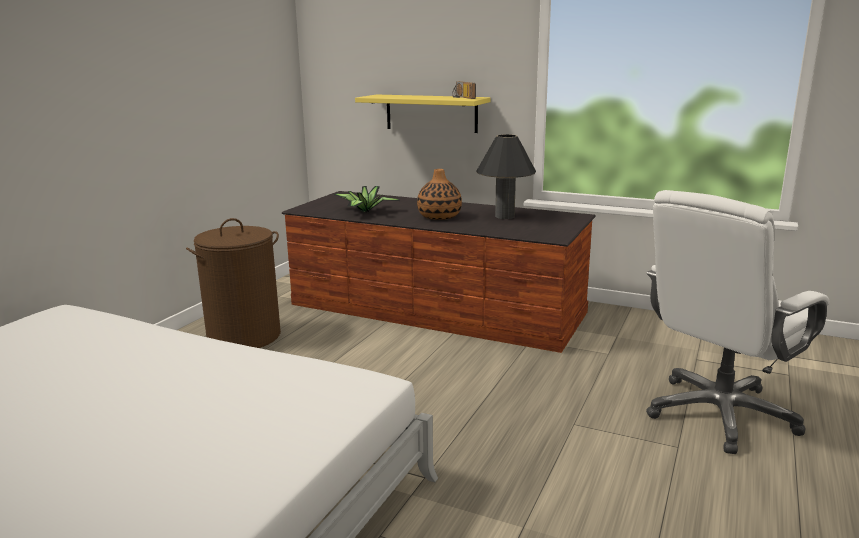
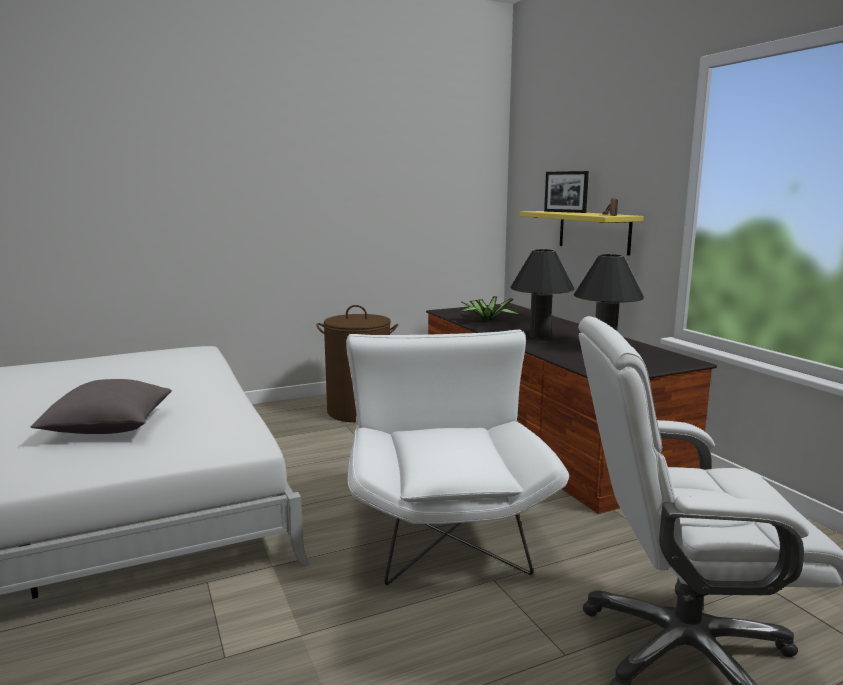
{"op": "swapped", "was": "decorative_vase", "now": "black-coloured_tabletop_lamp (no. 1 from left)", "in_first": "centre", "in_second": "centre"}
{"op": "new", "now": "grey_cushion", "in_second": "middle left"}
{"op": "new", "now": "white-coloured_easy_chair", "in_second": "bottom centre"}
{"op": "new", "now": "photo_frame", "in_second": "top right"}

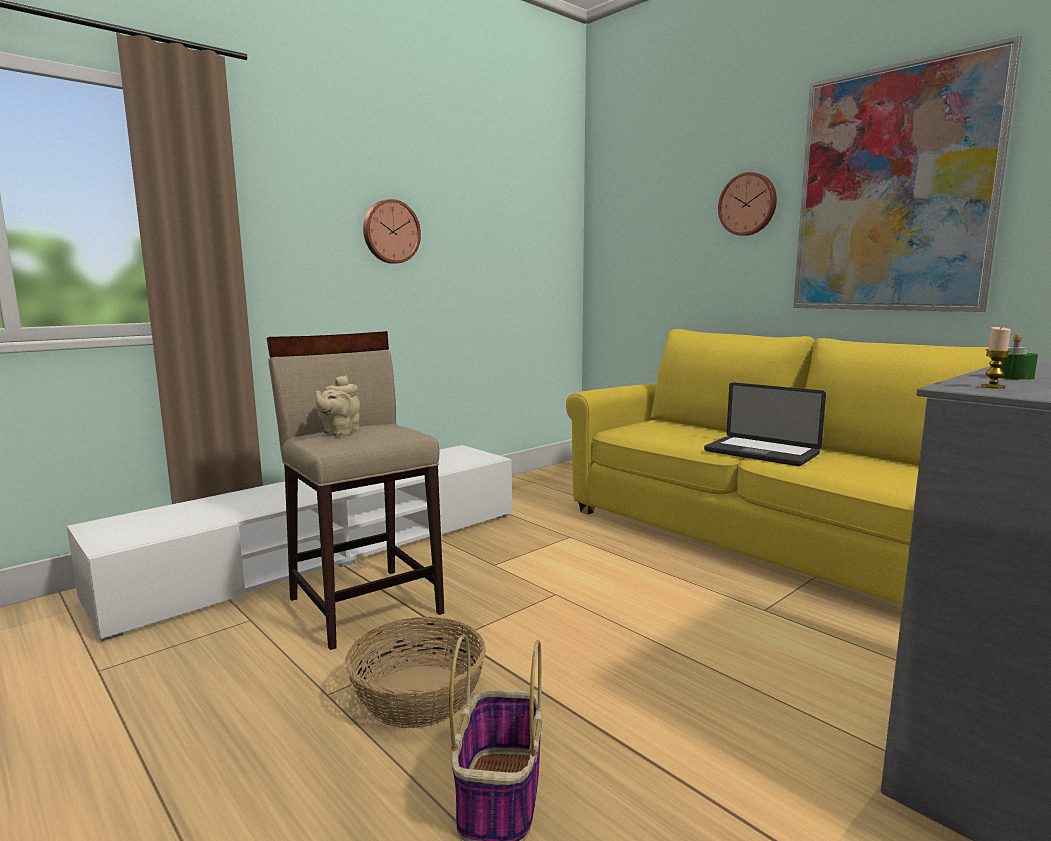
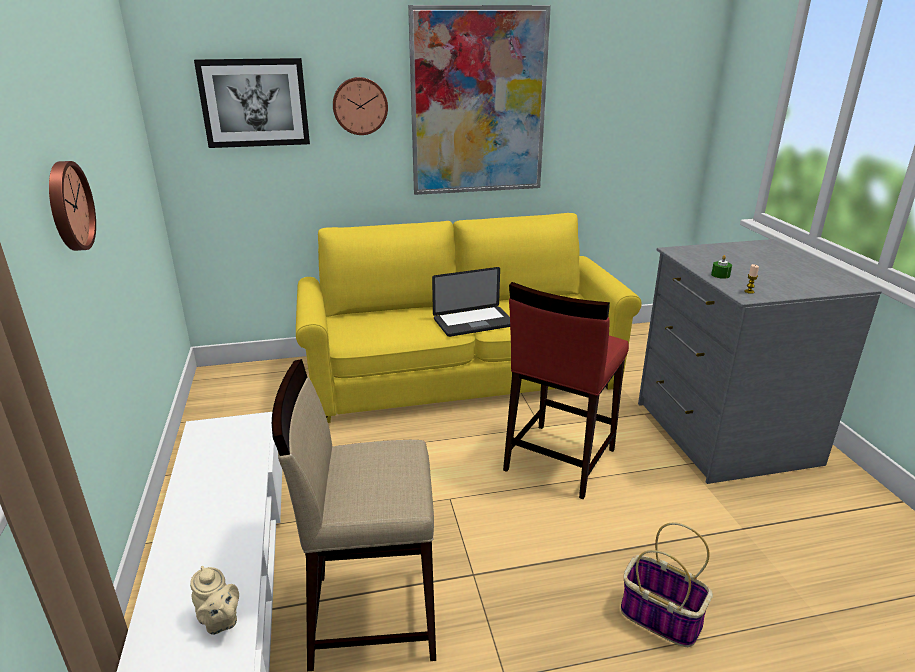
{"op": "shifted", "was": "sand-coloured_pot_for_tea", "in_first": "middle left", "in_second": "bottom left"}
{"op": "gone", "was": "basket (no. 1 from left)", "in_first": "bottom centre"}
{"op": "new", "now": "wall_picture (no. 1 from left)", "in_second": "top left"}
{"op": "new", "now": "reddish_stool", "in_second": "centre"}

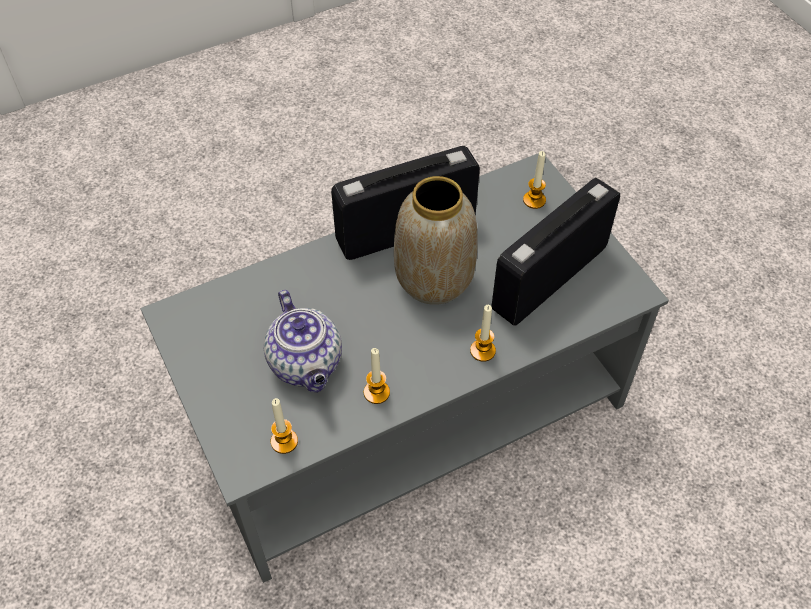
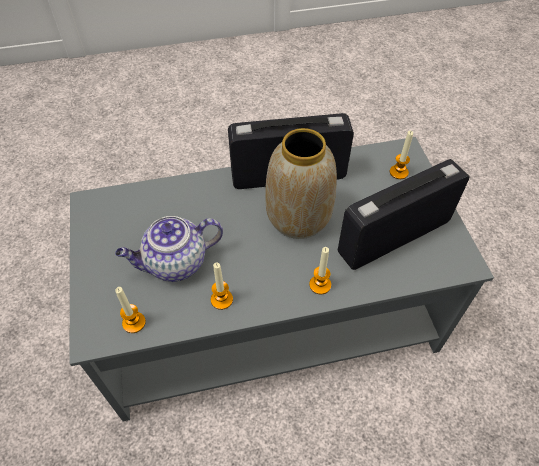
{"op": "rotated", "was": "pot_for_tea", "in_first": "centre", "in_second": "middle left", "clockwise": 75}

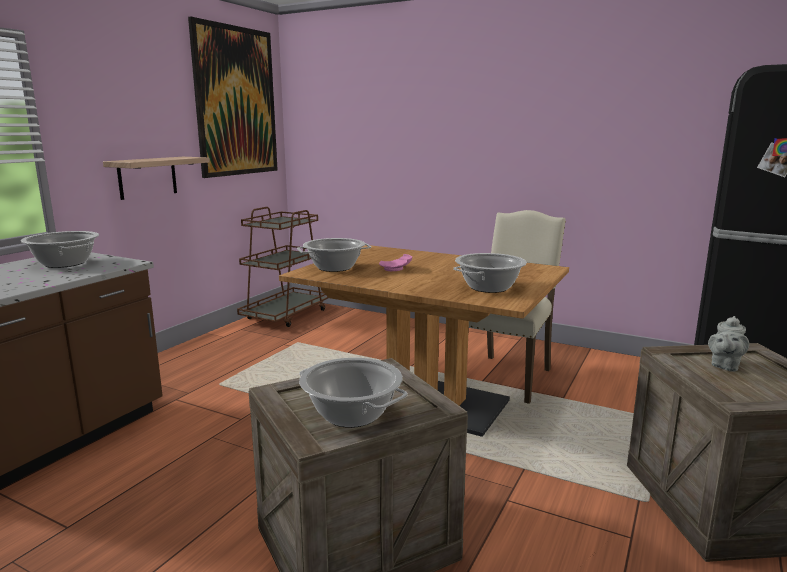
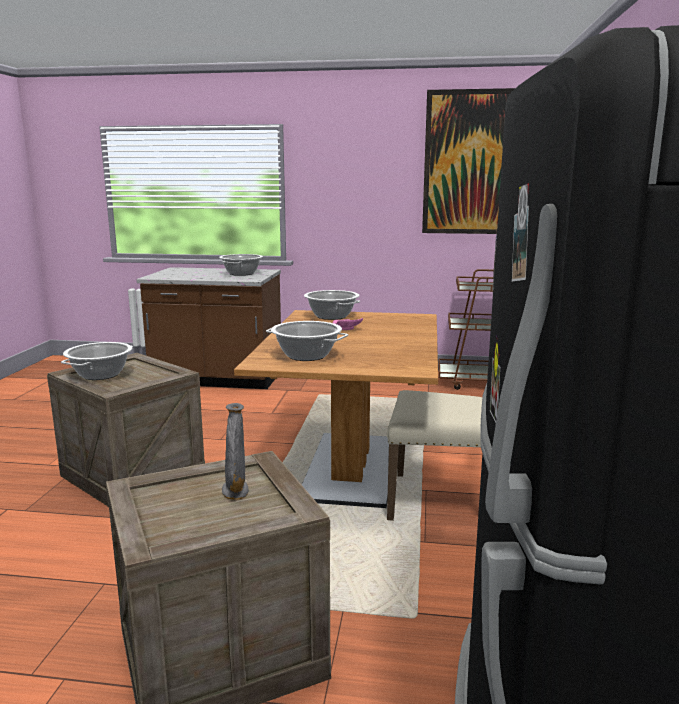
{"op": "gone", "was": "wall_shelf", "in_first": "top left"}
{"op": "swapped", "was": "grey_pot_for_tea", "now": "grey_decorative_vase", "in_first": "middle right", "in_second": "centre"}

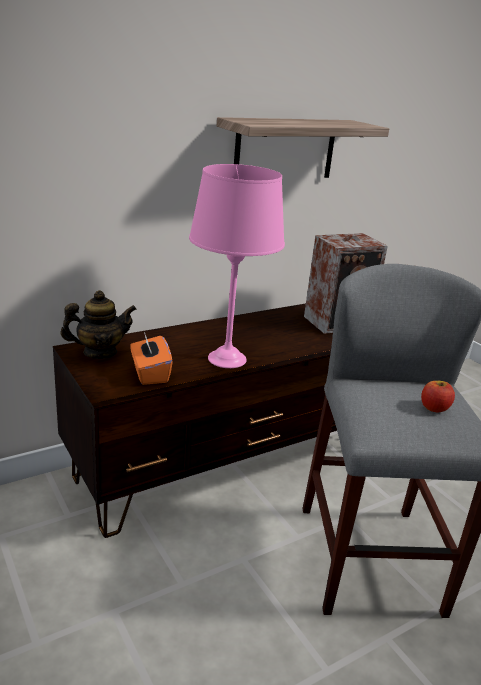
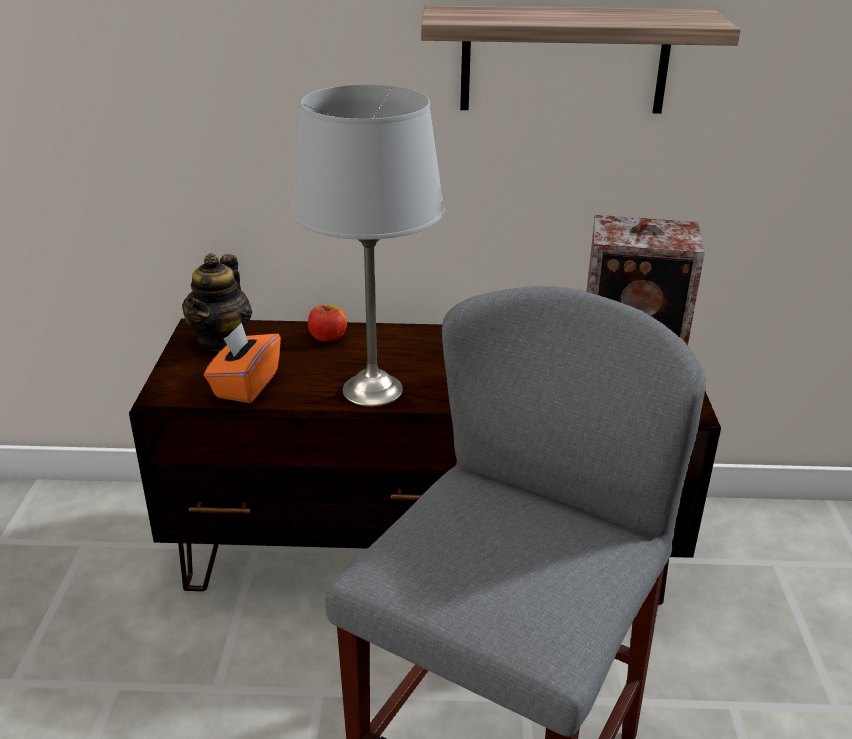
{"op": "rotated", "was": "pot_for_tea", "in_first": "middle left", "in_second": "middle left", "clockwise": 90}
{"op": "repainted", "was": "pink-coloured_tabletop_lamp", "now": "grey_tabletop_lamp", "in_first": "centre", "in_second": "top centre"}
{"op": "shifted", "was": "whole_apple", "in_first": "middle right", "in_second": "centre"}

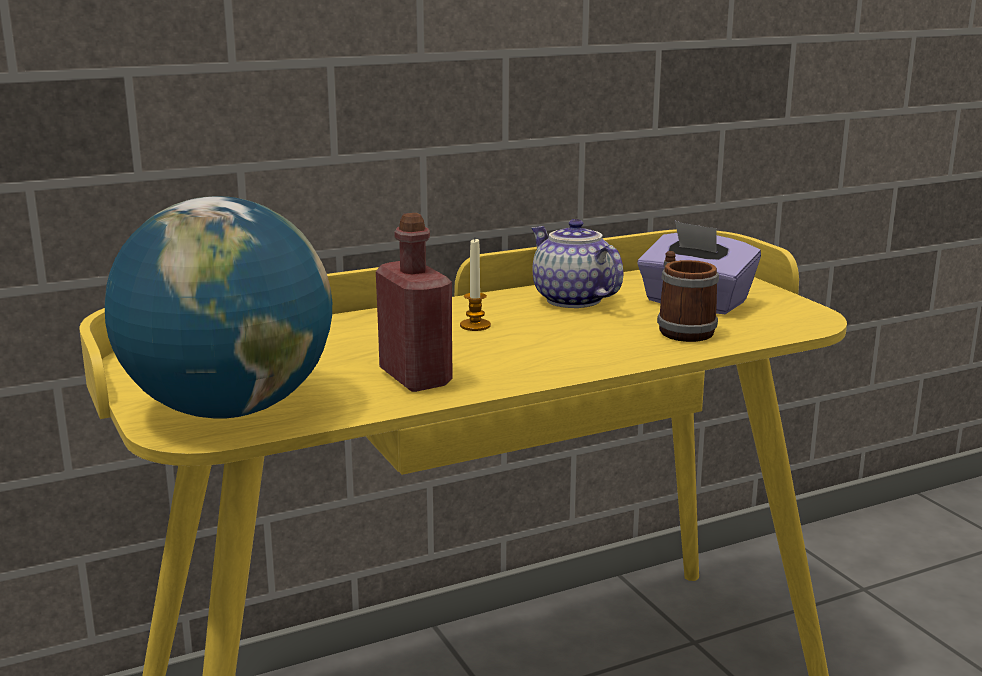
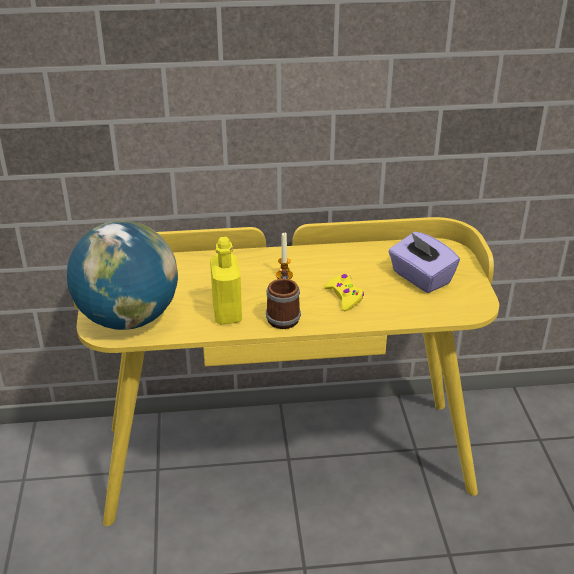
{"op": "repainted", "was": "reddish_beverage_bottle", "now": "yellow-coloured_beverage_bottle", "in_first": "centre", "in_second": "centre"}
{"op": "gone", "was": "pot_for_tea", "in_first": "centre"}
{"op": "shifted", "was": "coffee_mug", "in_first": "middle right", "in_second": "centre"}
{"op": "new", "now": "yellow-coloured_gamepad", "in_second": "centre"}

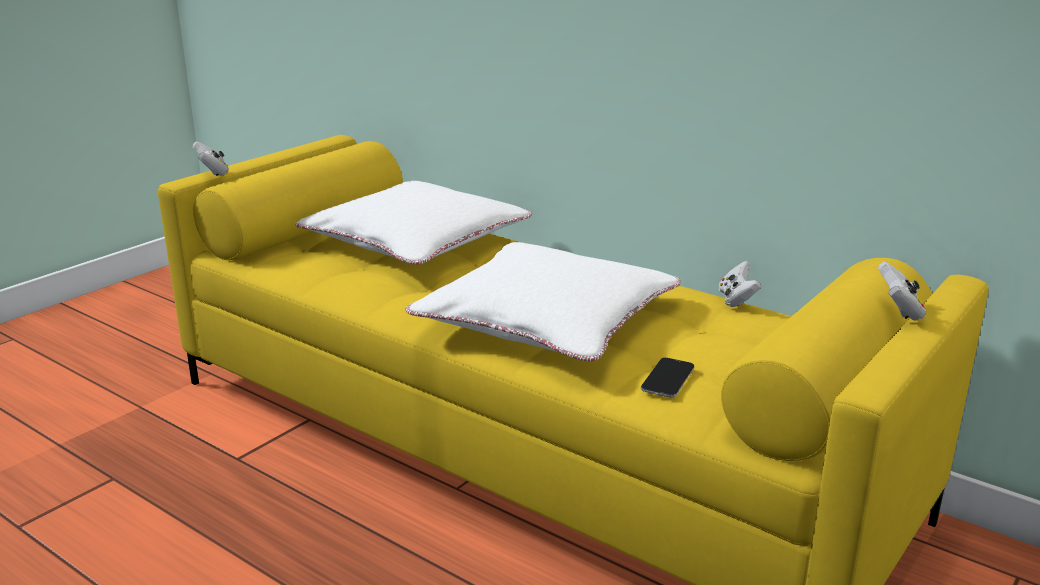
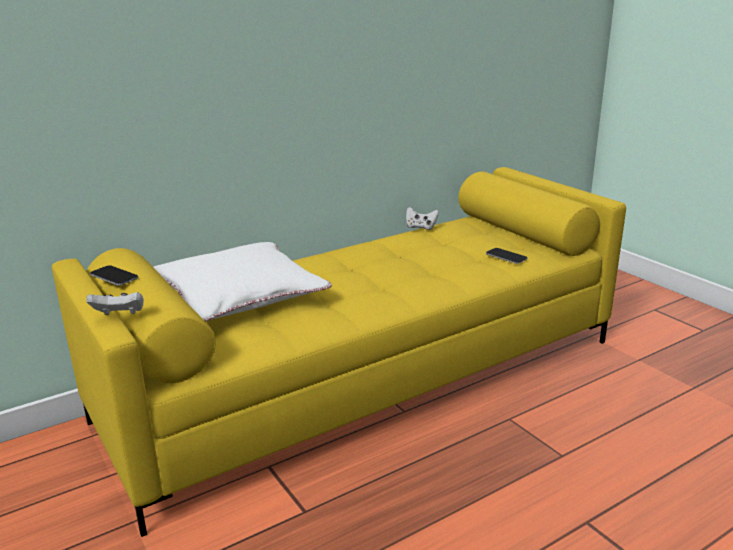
{"op": "gone", "was": "white-coloured_cushion (no. 2 from left)", "in_first": "centre"}
{"op": "gone", "was": "white-coloured_gamepad (no. 3 from left)", "in_first": "middle right"}
{"op": "new", "now": "phone (no. 1 from left)", "in_second": "middle left"}

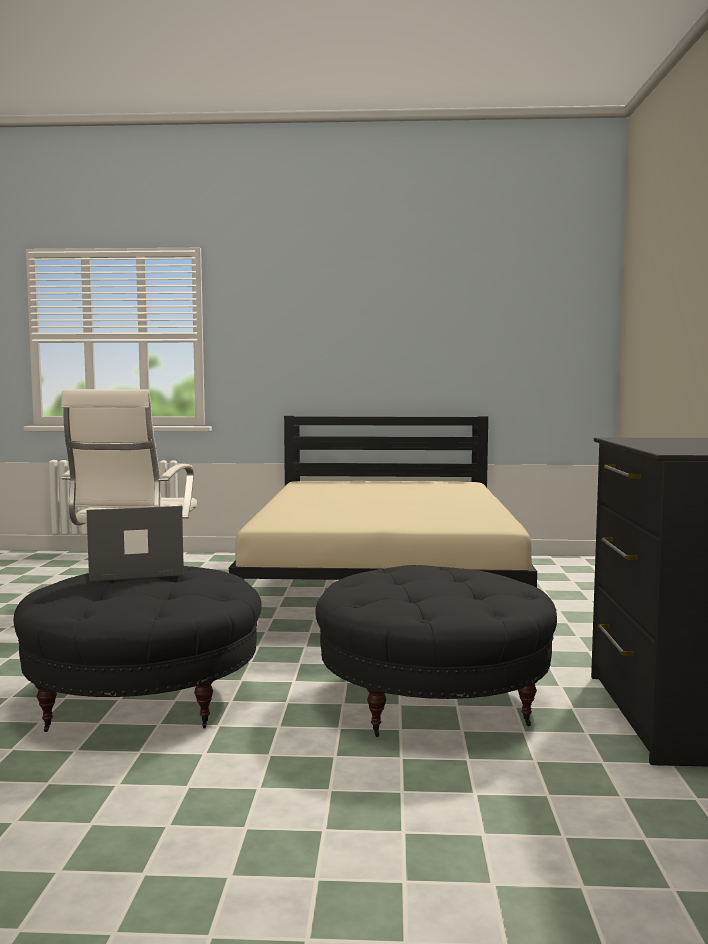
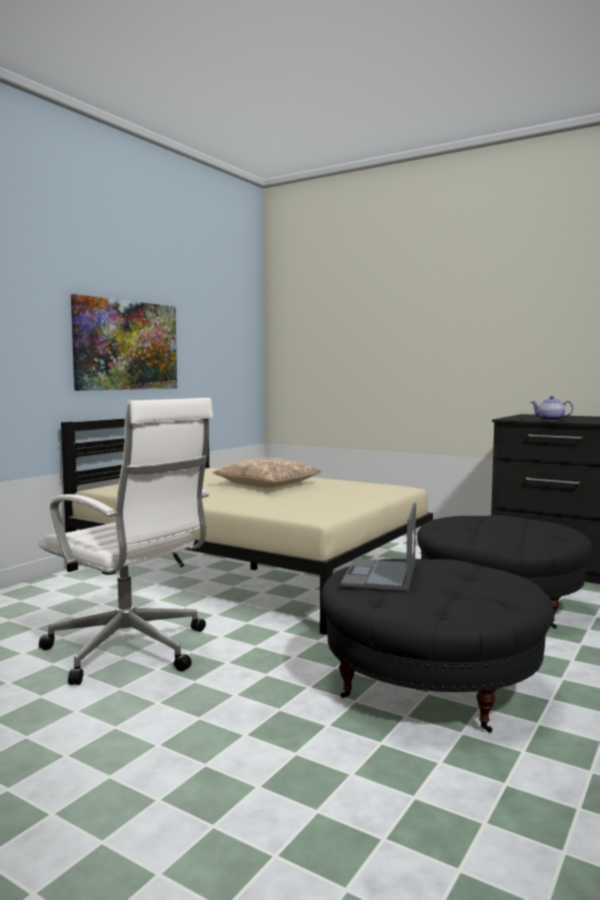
{"op": "new", "now": "wall_picture", "in_second": "middle left"}
{"op": "new", "now": "sand-coloured_cushion", "in_second": "centre"}
{"op": "new", "now": "pot_for_tea", "in_second": "middle right"}

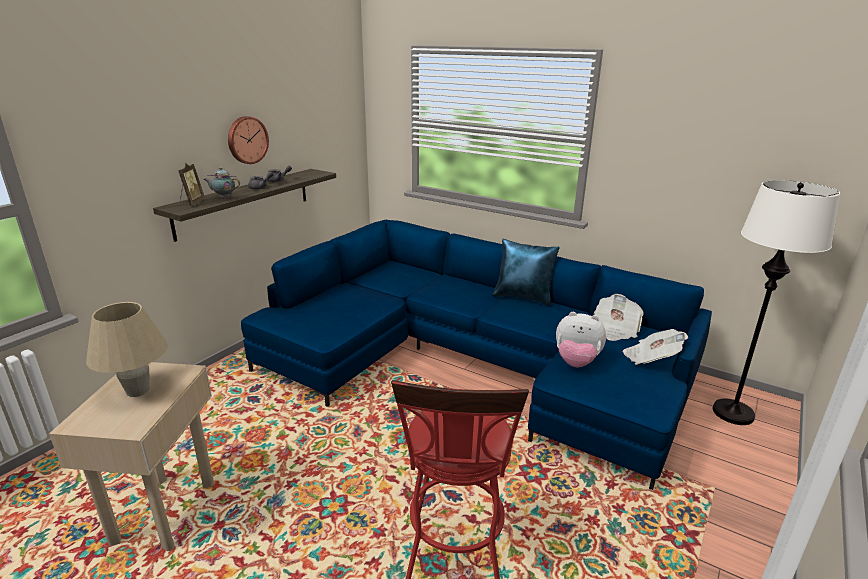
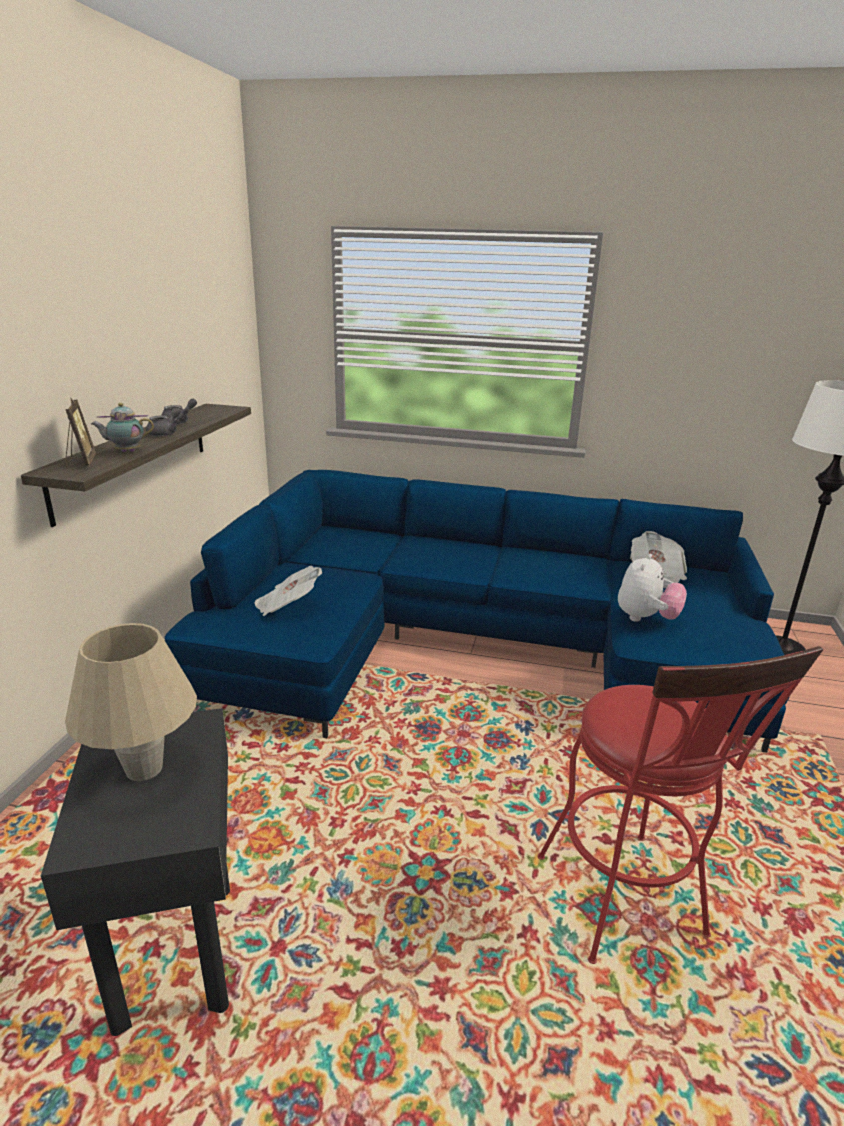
{"op": "repainted", "was": "sand-coloured_end_table", "now": "black-coloured_end_table", "in_first": "bottom left", "in_second": "bottom left"}
{"op": "gone", "was": "wall_clock", "in_first": "top left"}
{"op": "gone", "was": "bluish_cushion", "in_first": "centre"}
{"op": "rotated", "was": "soft_toy", "in_first": "middle right", "in_second": "middle right", "clockwise": -60}
{"op": "shifted", "was": "newspaper (no. 2 from left in the first image)", "now": "newspaper (no. 1 from left)", "in_first": "middle right", "in_second": "centre"}

